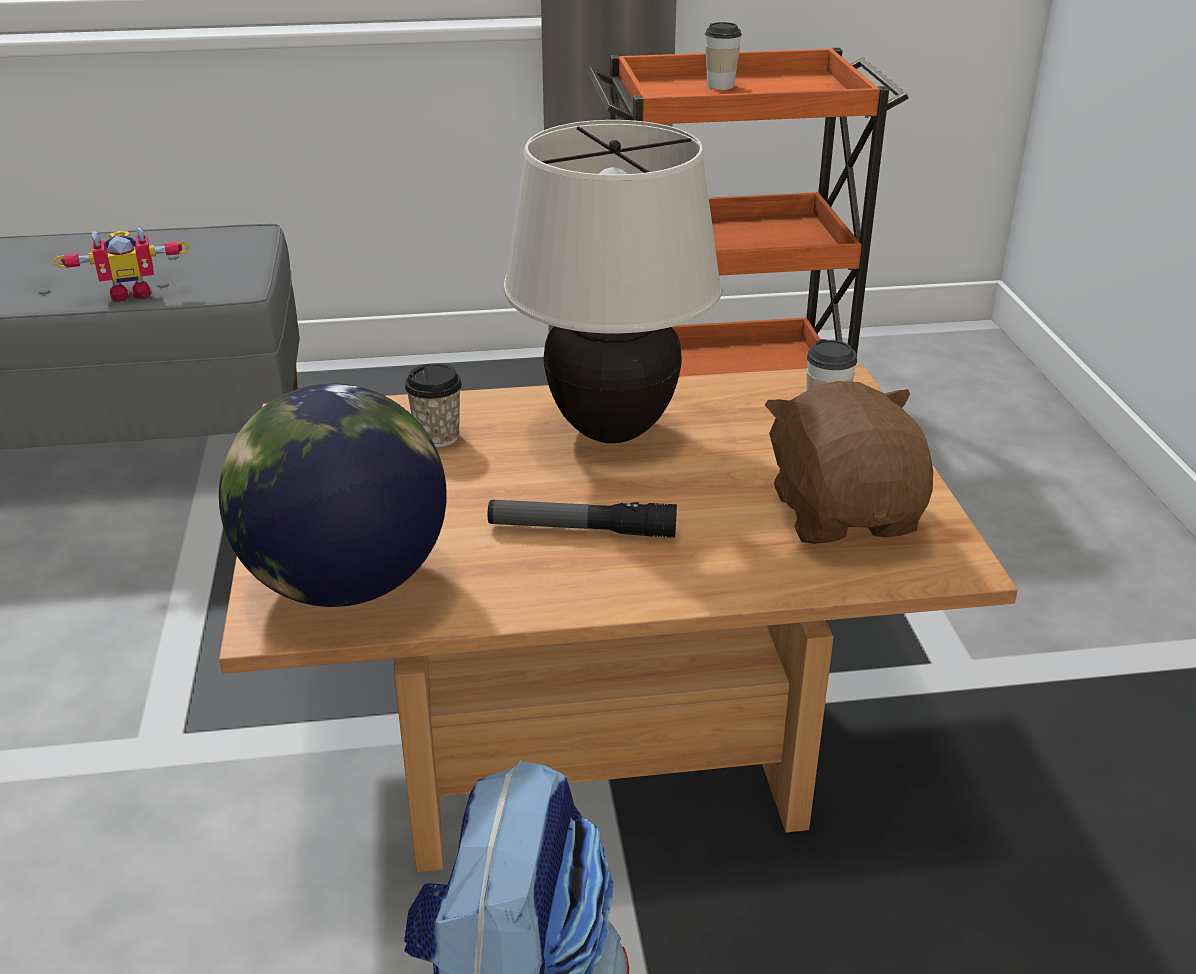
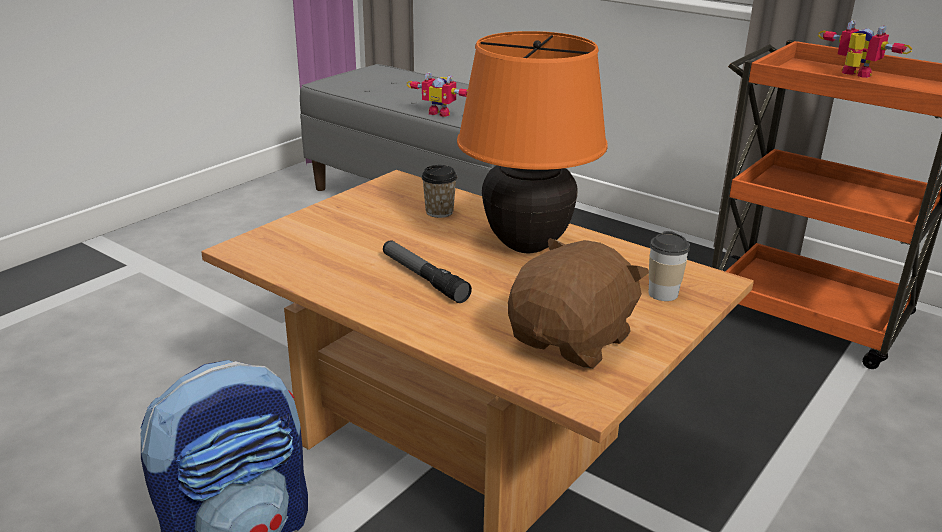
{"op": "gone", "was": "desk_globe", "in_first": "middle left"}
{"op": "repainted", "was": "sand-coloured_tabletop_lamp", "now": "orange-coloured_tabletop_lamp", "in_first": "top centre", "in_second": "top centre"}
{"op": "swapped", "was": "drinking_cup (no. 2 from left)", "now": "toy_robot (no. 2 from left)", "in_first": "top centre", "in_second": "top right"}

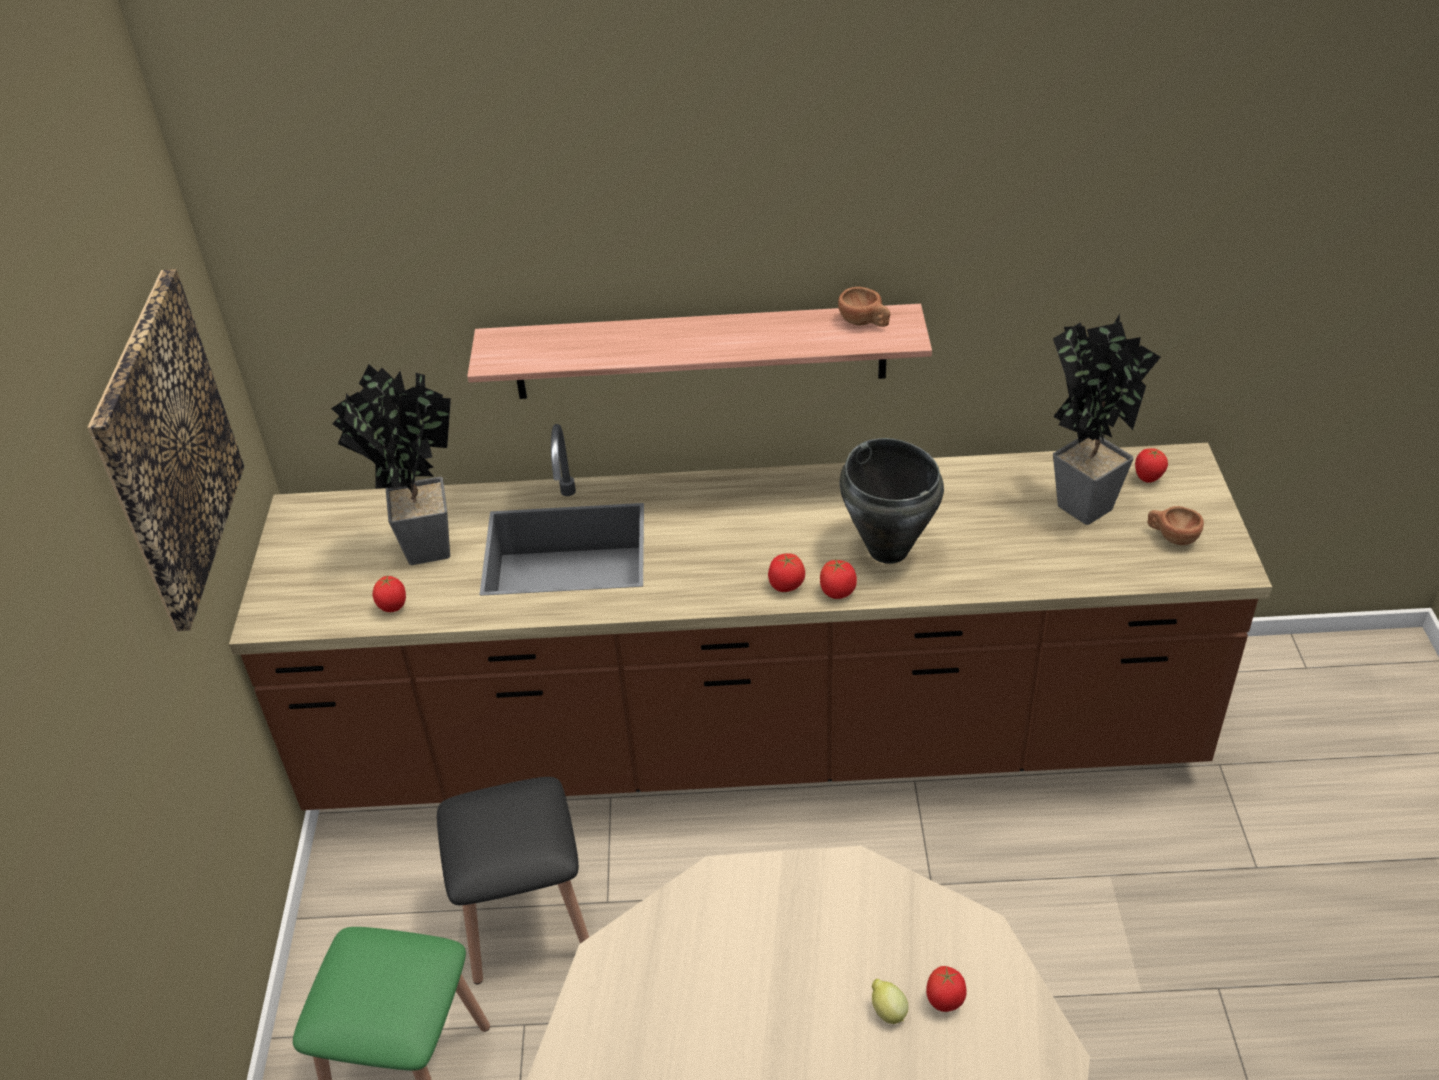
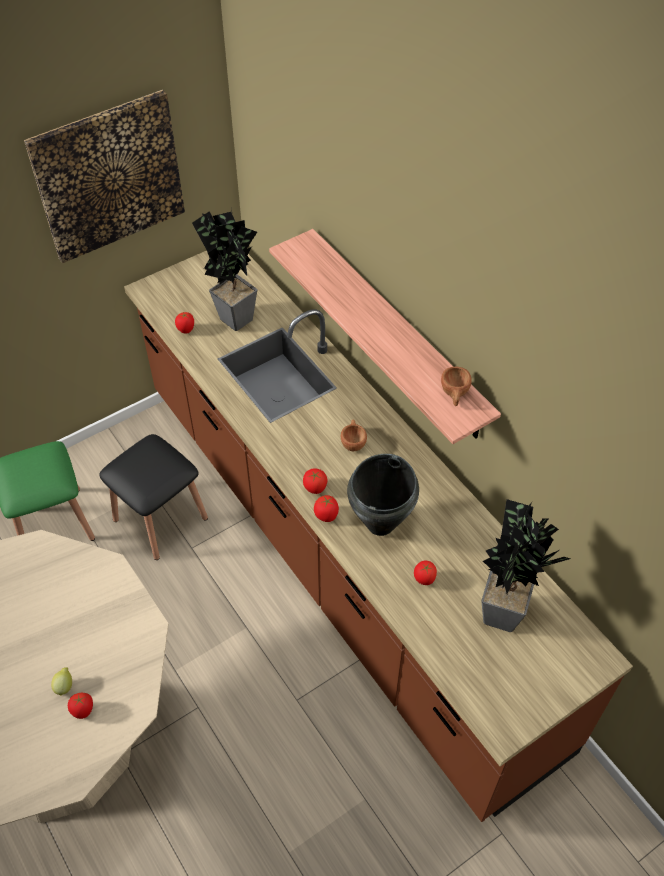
{"op": "shifted", "was": "tomato (no. 5 from left)", "in_first": "middle right", "in_second": "centre"}
{"op": "shifted", "was": "brownish_drinking_cup (no. 2 from left in the first image)", "now": "brownish_drinking_cup (no. 1 from left)", "in_first": "middle right", "in_second": "centre"}

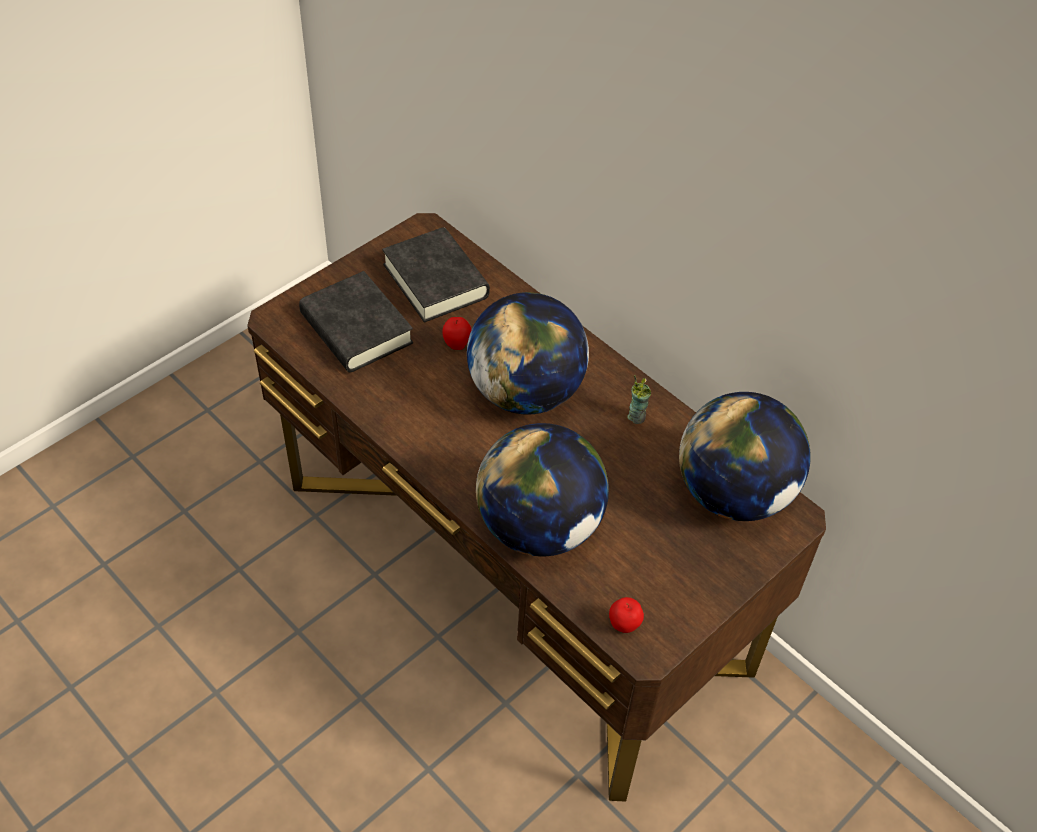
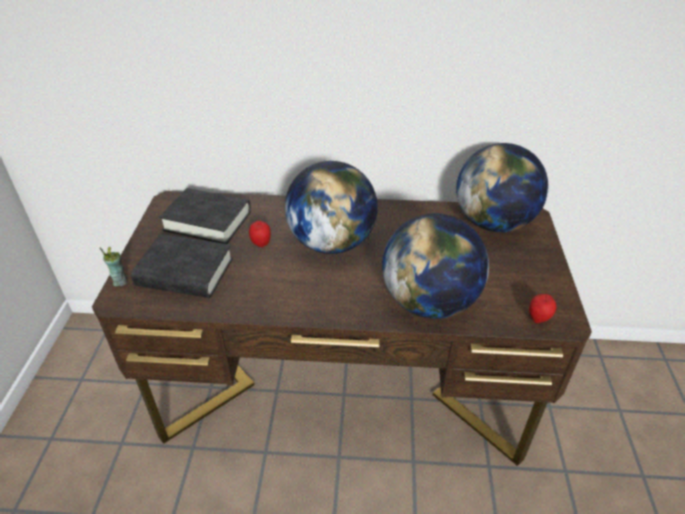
{"op": "shifted", "was": "drinking_cup", "in_first": "centre", "in_second": "middle left"}

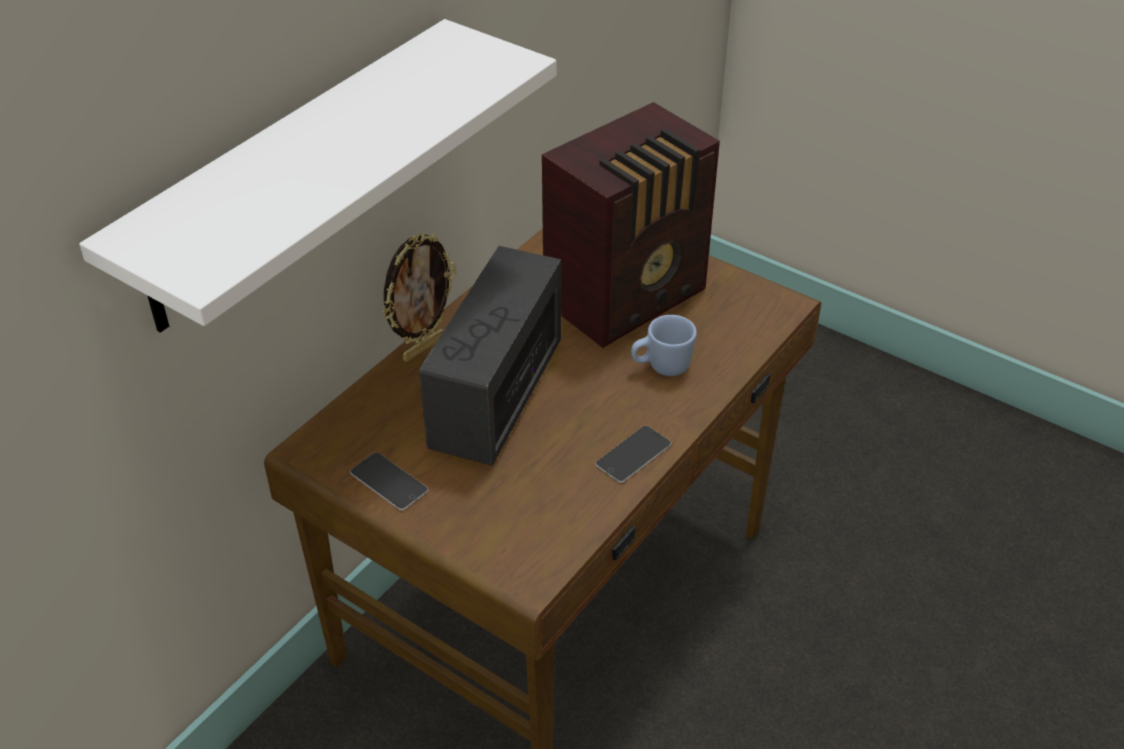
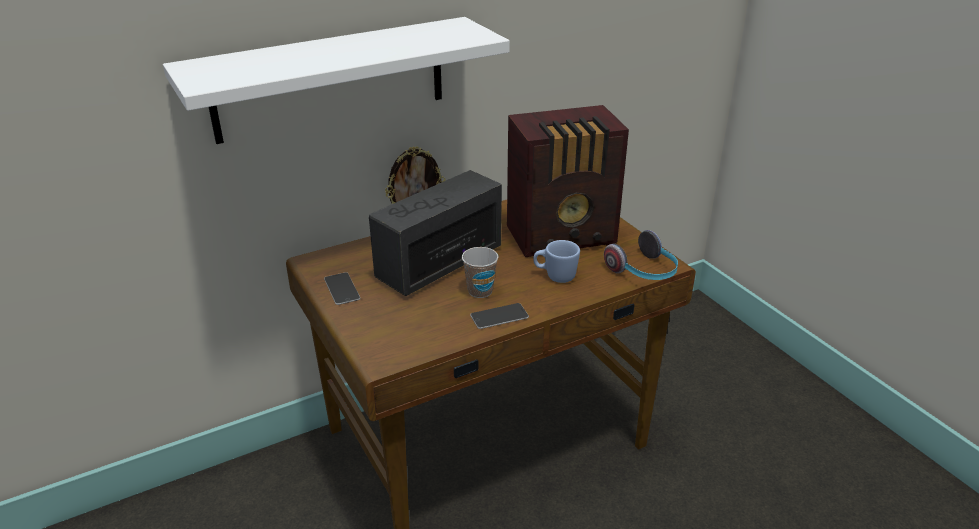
{"op": "new", "now": "drinking_cup", "in_second": "centre"}
{"op": "new", "now": "headphones", "in_second": "centre"}

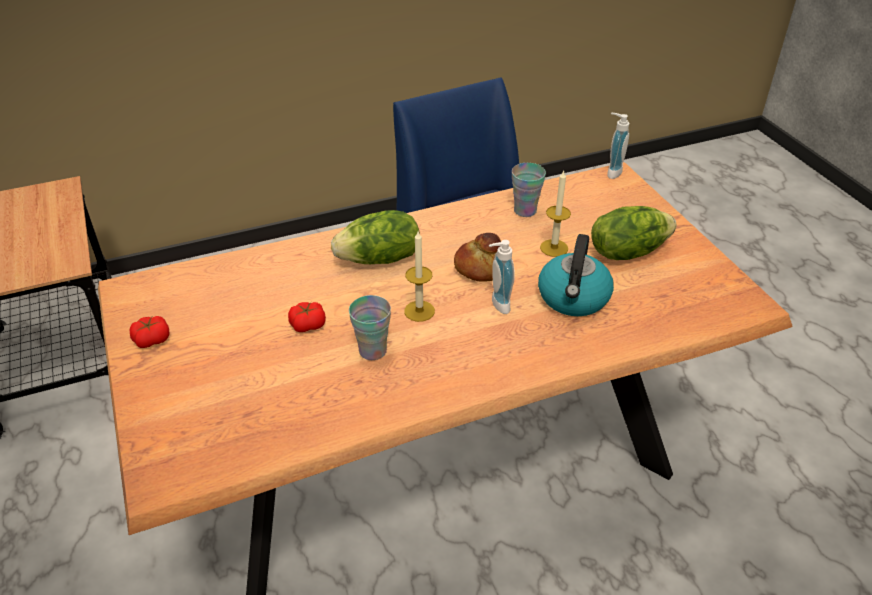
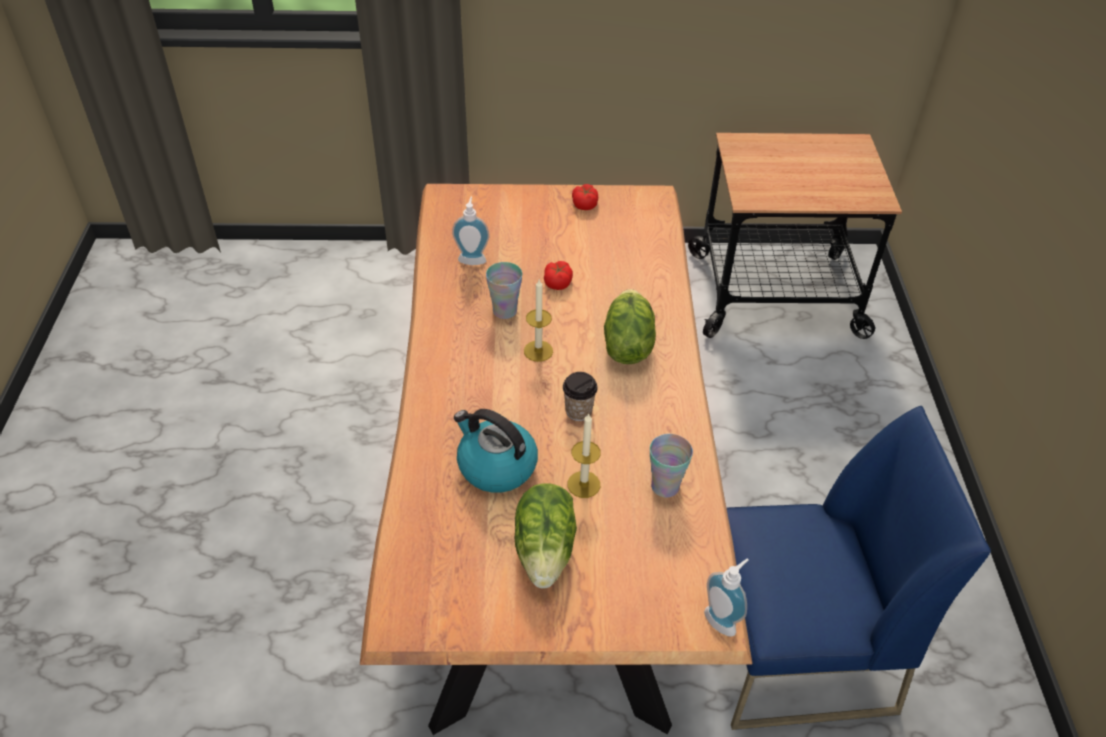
{"op": "swapped", "was": "bakery_bread", "now": "drinking_cup (no. 2 from left)", "in_first": "centre", "in_second": "centre"}
{"op": "shifted", "was": "soap_dispenser (no. 1 from left)", "in_first": "centre", "in_second": "top centre"}

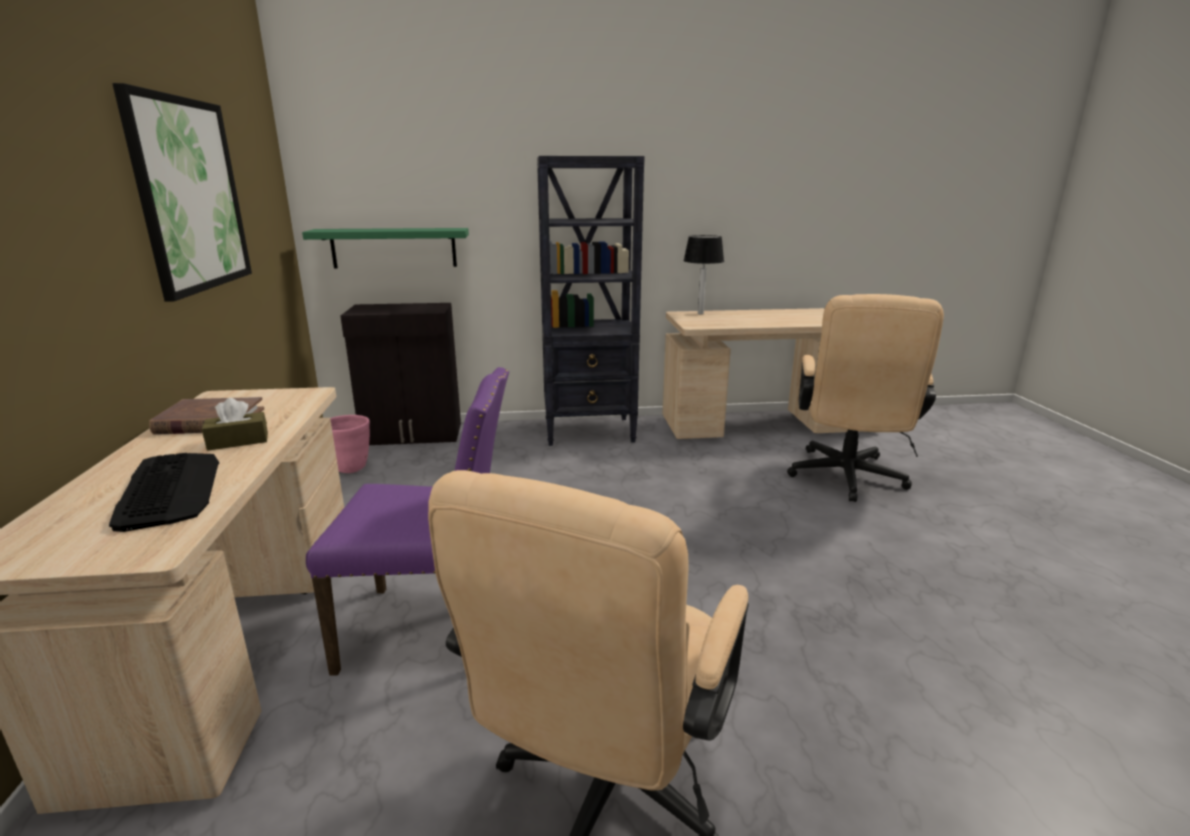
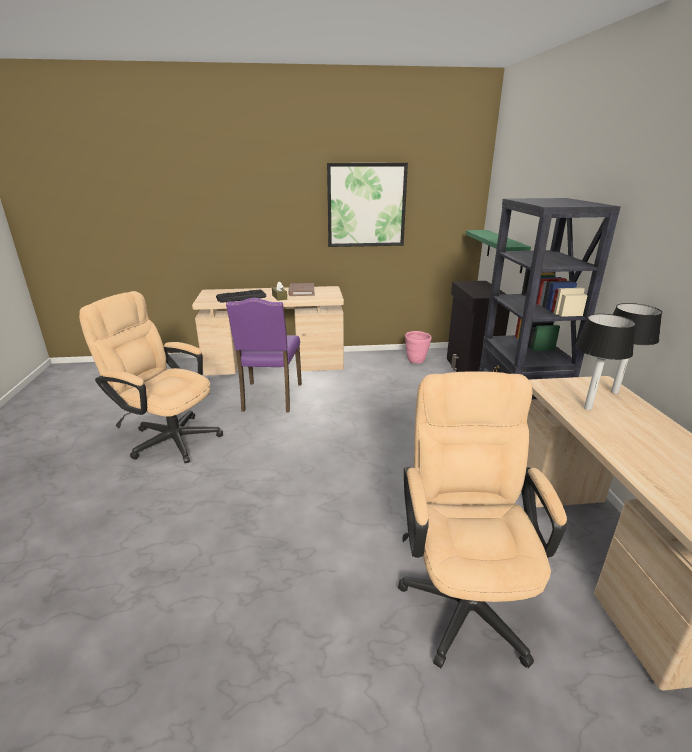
{"op": "rotated", "was": "sand-coloured_desk_chair (no. 2 from left)", "in_first": "middle right", "in_second": "bottom right", "clockwise": 75}
{"op": "new", "now": "tabletop_lamp (no. 1 from left)", "in_second": "middle right"}

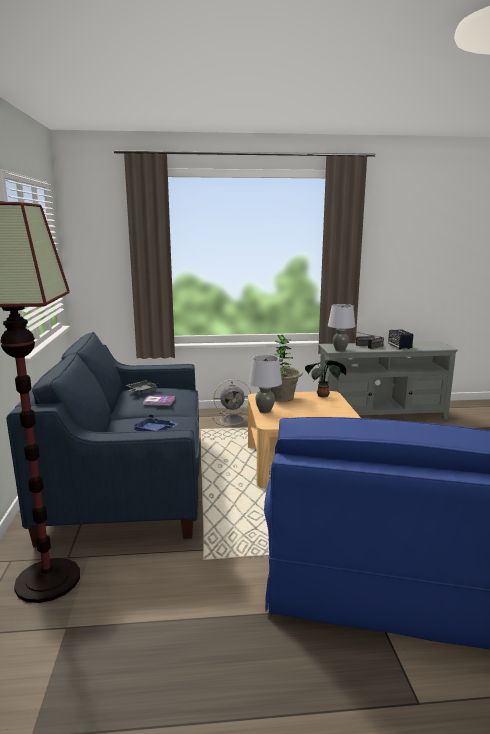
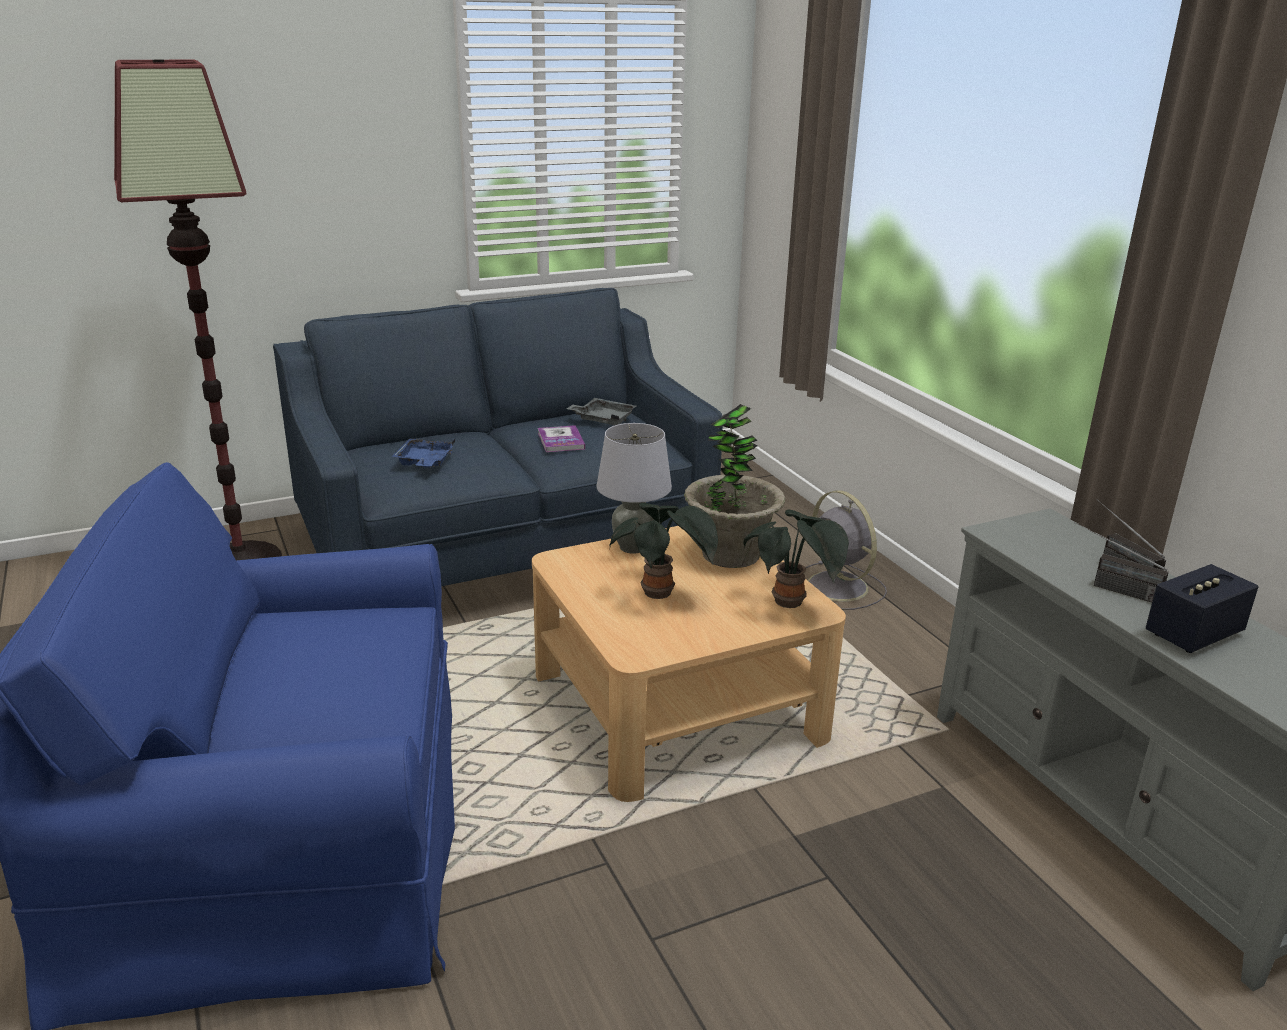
{"op": "gone", "was": "grey_tabletop_lamp (no. 2 from left)", "in_first": "middle right"}
{"op": "new", "now": "potted_plant (no. 1 from left)", "in_second": "centre"}

